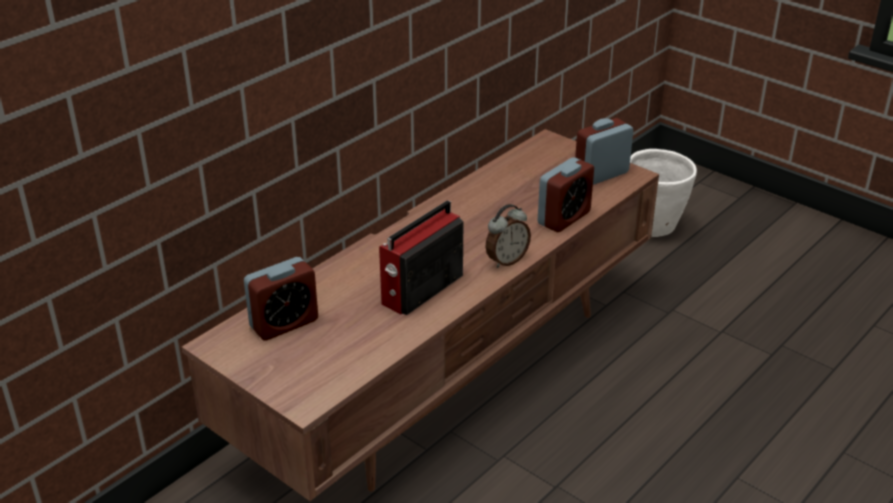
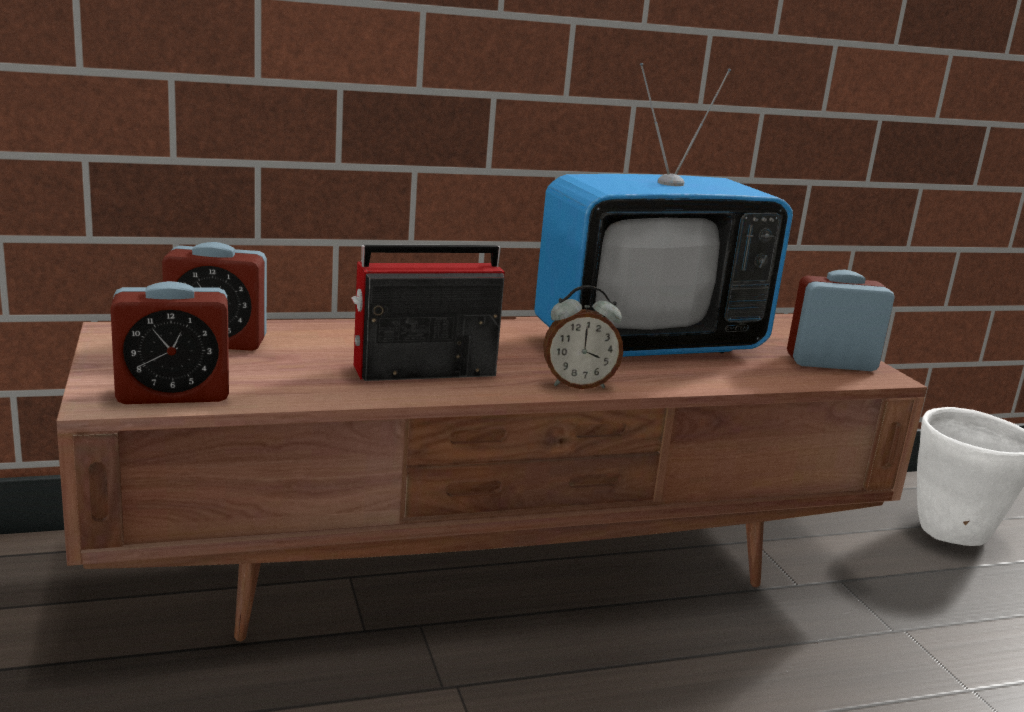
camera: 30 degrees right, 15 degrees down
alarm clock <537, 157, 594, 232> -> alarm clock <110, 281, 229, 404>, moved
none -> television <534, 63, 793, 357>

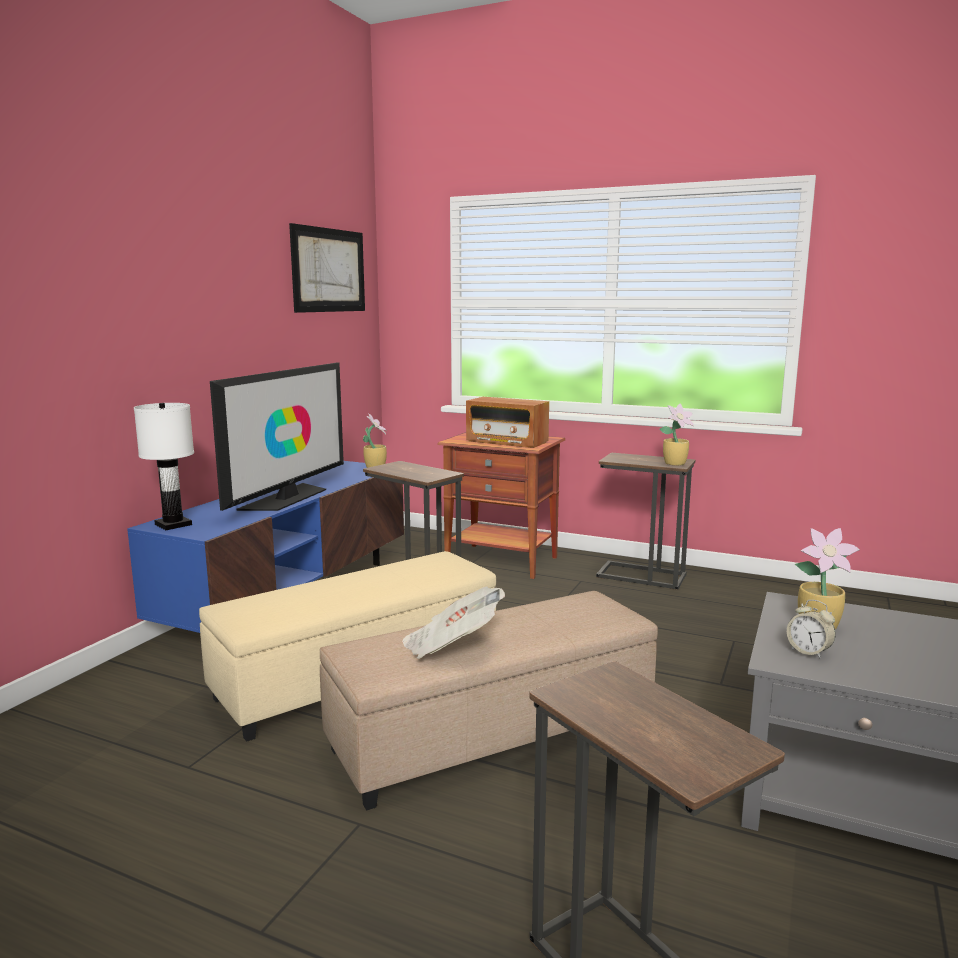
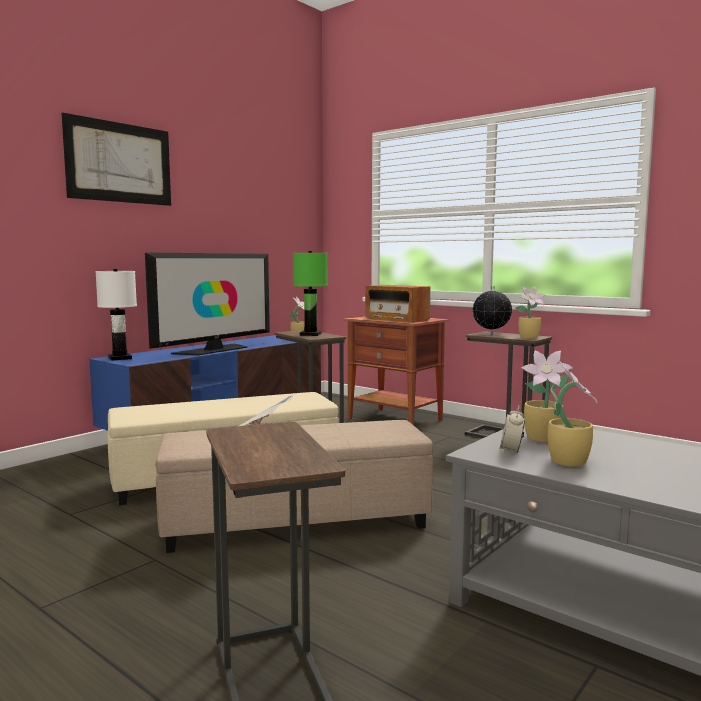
camera: 15 degrees right, 5 degrees down
wall art <289, 223, 365, 313> -> wall art <62, 113, 171, 206>, moved
alarm clock <787, 600, 836, 659> -> alarm clock <500, 405, 525, 454>, 45 degrees clockwise
none -> lamp for a table (green-coloured) <293, 251, 328, 336>
none -> desk globe <473, 286, 512, 335>
none -> plant in a pot <548, 361, 598, 467>

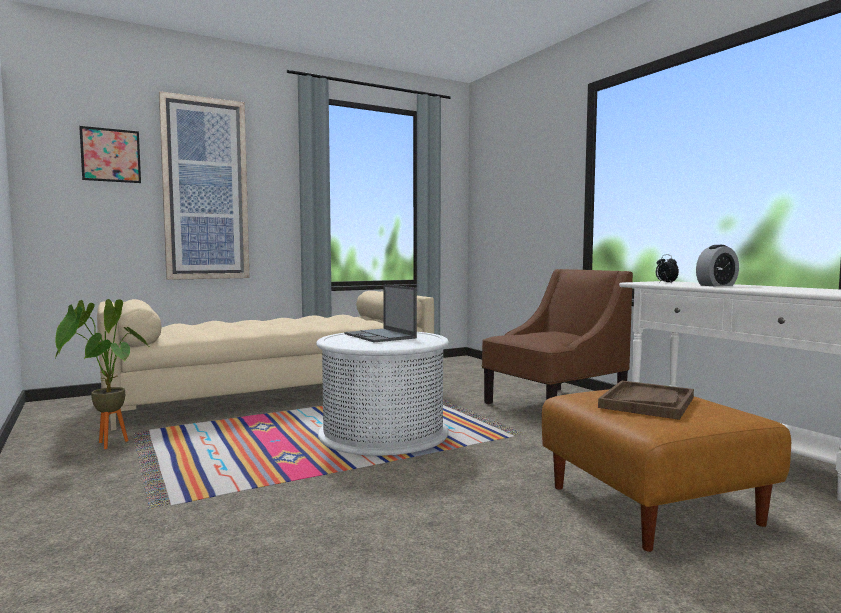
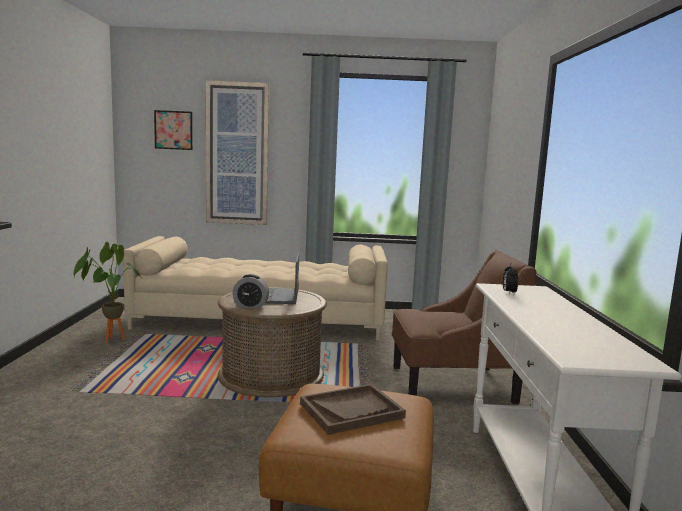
camera: 30 degrees right, 5 degrees up
low table (whitish) <316, 332, 449, 456> -> low table (brown-coloured) <218, 287, 327, 397>
alarm clock <696, 245, 739, 286> -> alarm clock <232, 274, 269, 308>, moved

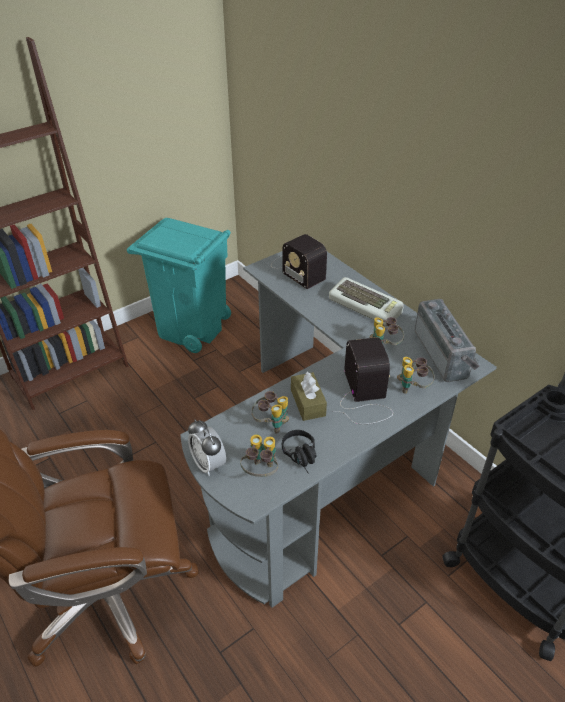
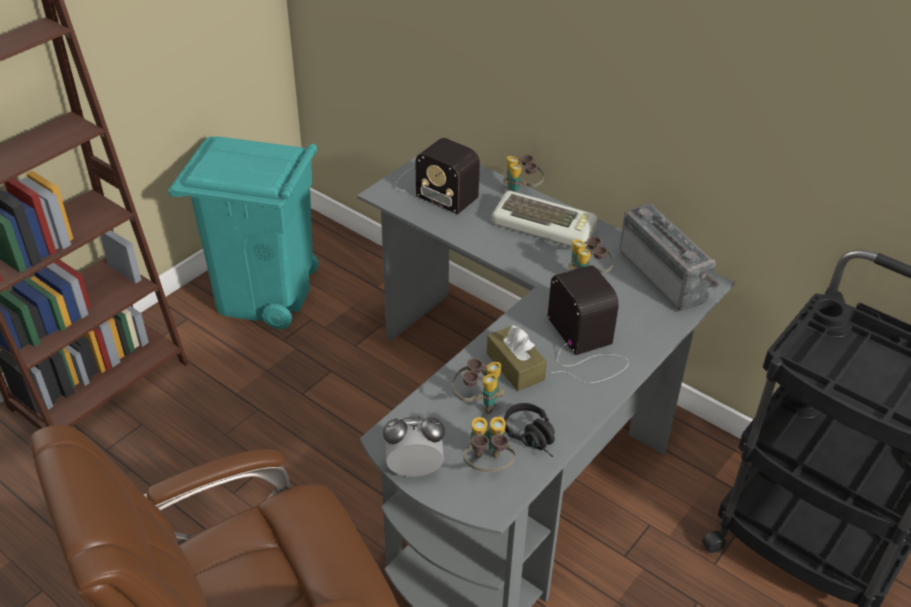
camera: 15 degrees left, 0 degrees up
alarm clock <188, 420, 226, 476> -> alarm clock <383, 416, 445, 477>, 135 degrees clockwise
field glasses <397, 357, 435, 394> -> field glasses <503, 155, 544, 192>, moved

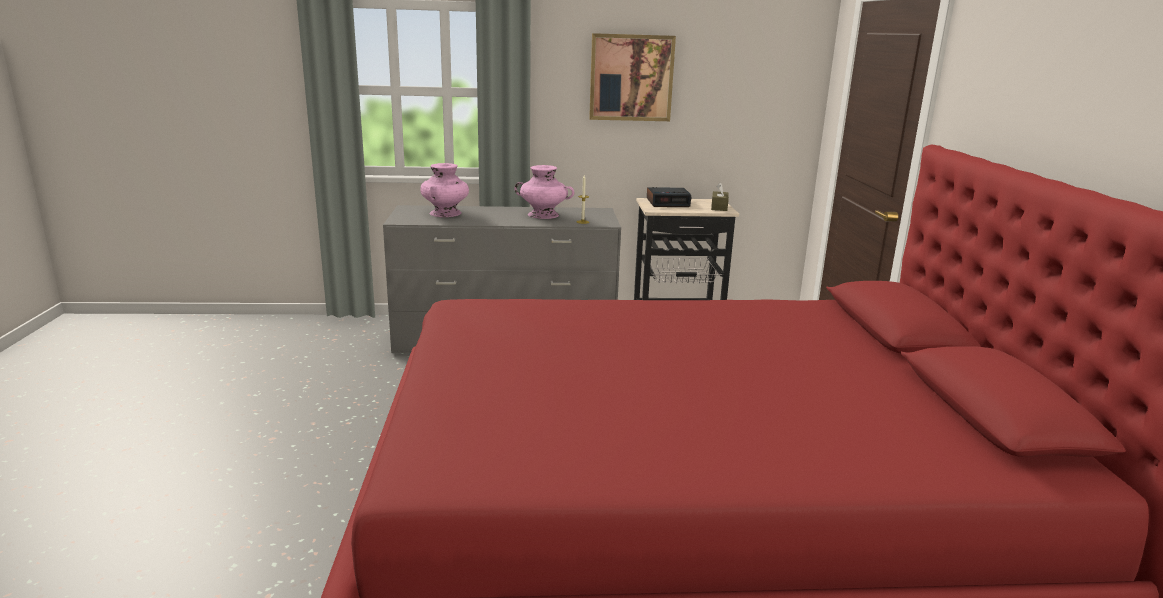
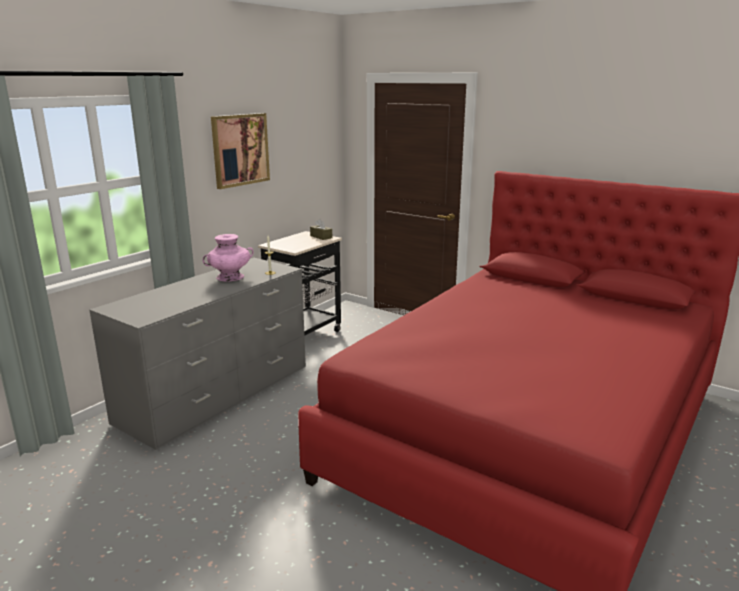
camera: 50 degrees left, 0 degrees up
decorative vase (pinkish) <420, 163, 469, 217> -> none
alarm clock <647, 187, 691, 207> -> none

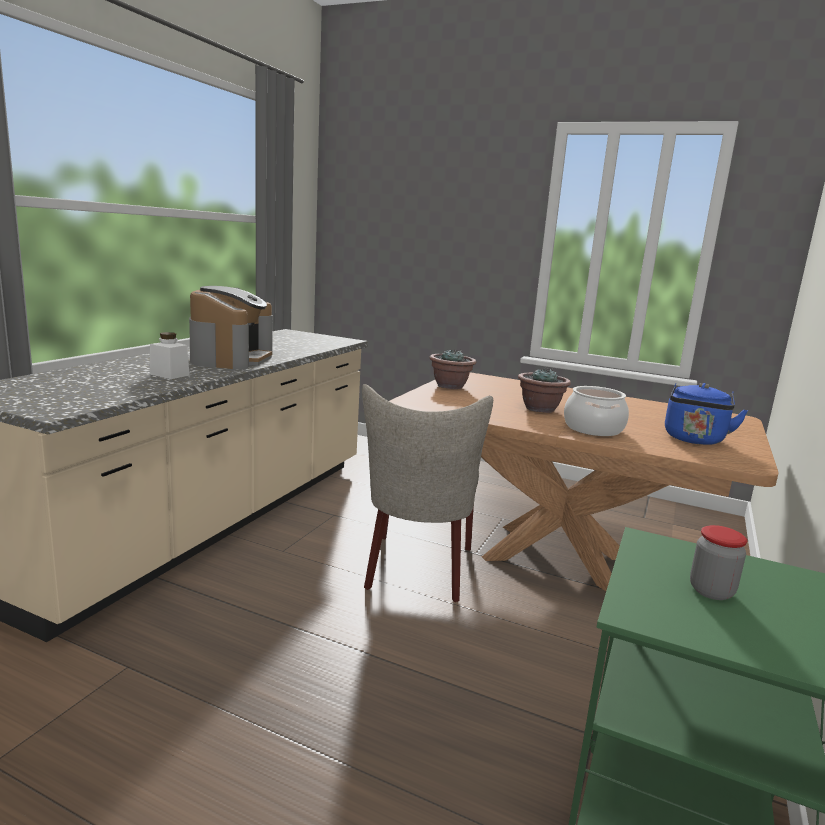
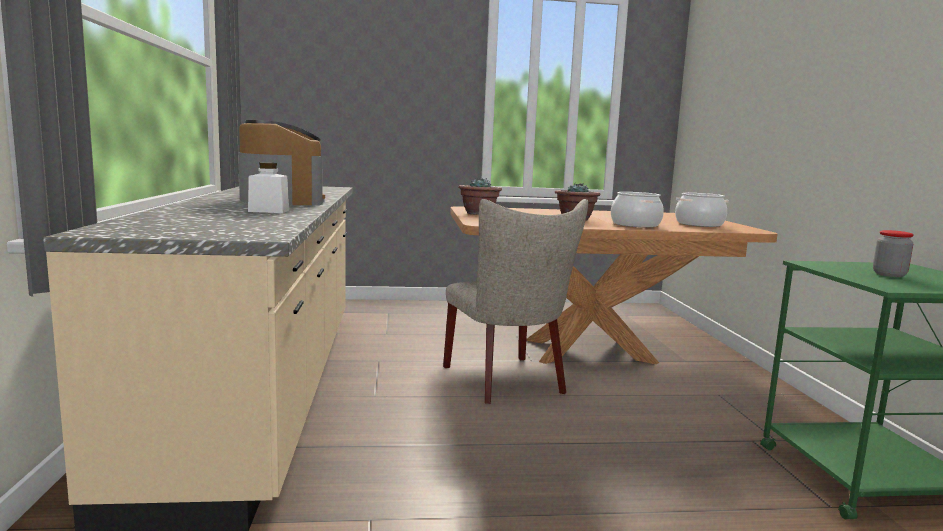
camera: 30 degrees left, 5 degrees down
tea kettle (bluish) <665, 383, 748, 445> -> cooking pot <675, 193, 729, 227>

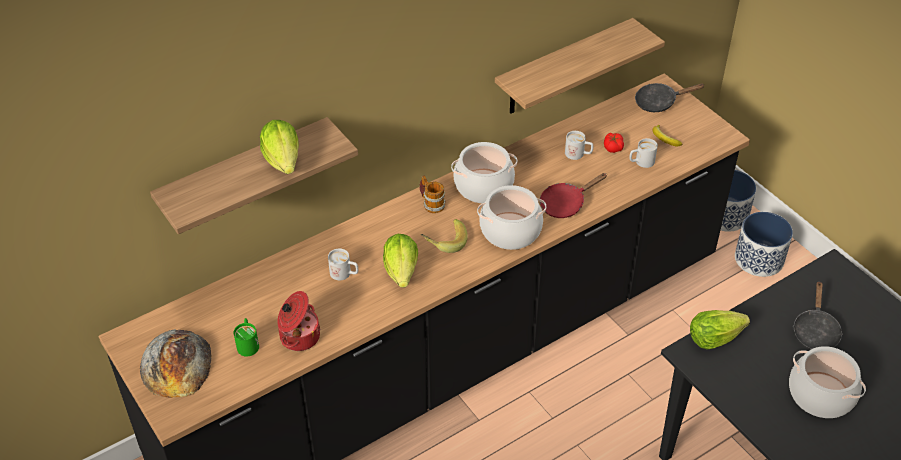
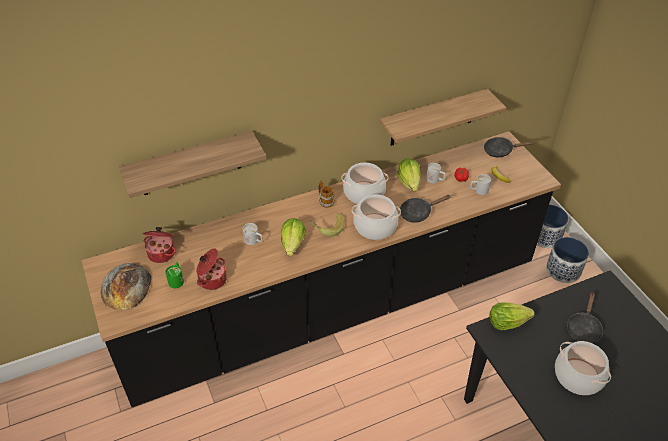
camera: 10 degrees right, 0 degrees up
lettuce <260, 120, 299, 174> -> lettuce <397, 158, 421, 191>, moved
skillet (red) <540, 173, 607, 218> -> skillet (black) <400, 195, 450, 223>
none -> cooking pot <143, 227, 176, 263>

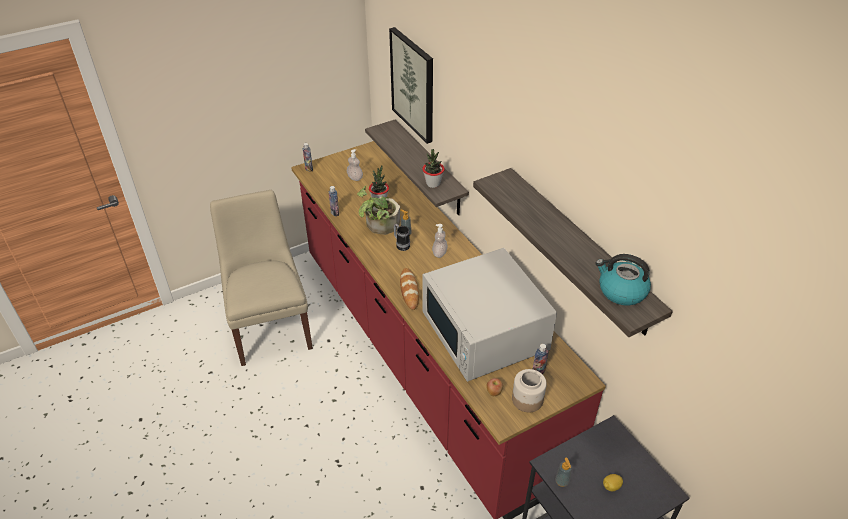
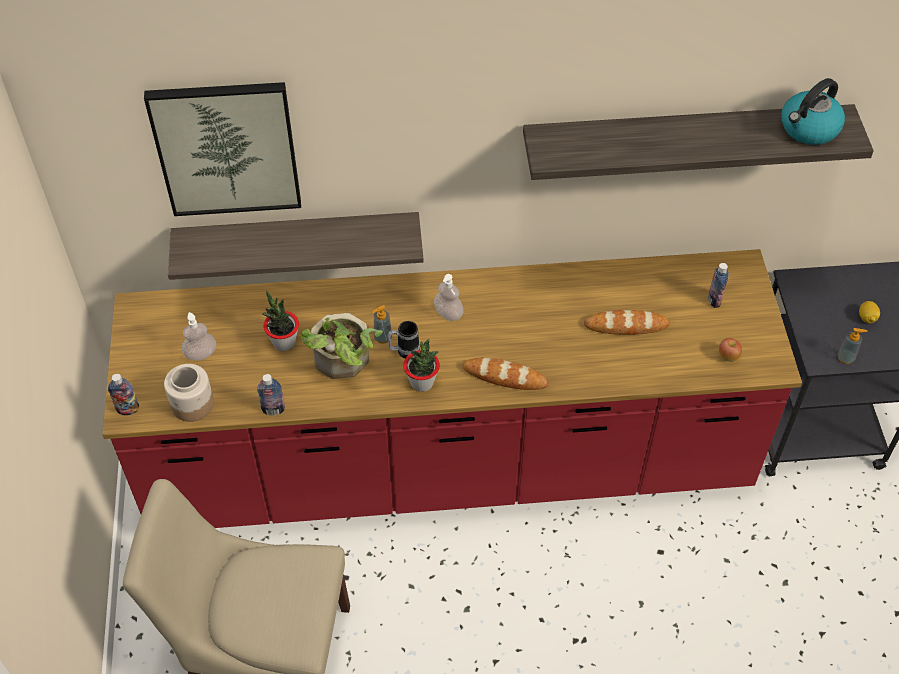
camera: 65 degrees left, 10 degrees up
plant in a pot <422, 149, 445, 188> -> plant in a pot <403, 339, 440, 392>, moved
kitchen microwave (whitish) <422, 248, 557, 382> -> baked bread <584, 310, 670, 335>
jar <512, 369, 547, 412> -> jar <164, 364, 214, 422>, moved

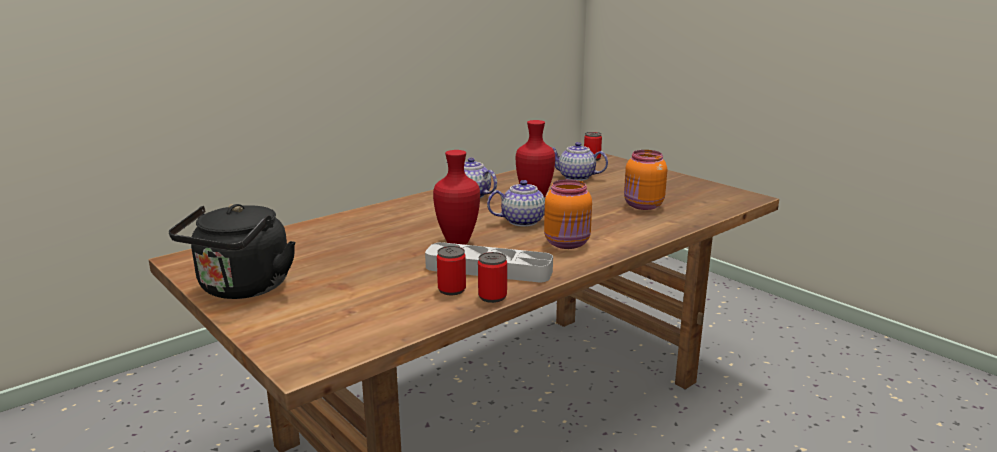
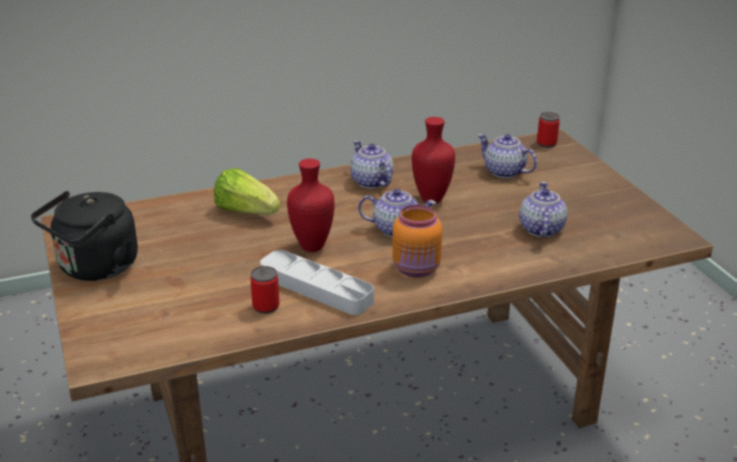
camera: 20 degrees right, 10 degrees up
sealed can <478, 252, 507, 303> -> none
jar (orange-coloured) <624, 150, 667, 210> -> teapot <519, 181, 568, 237>
none -> lettuce <214, 168, 281, 215>

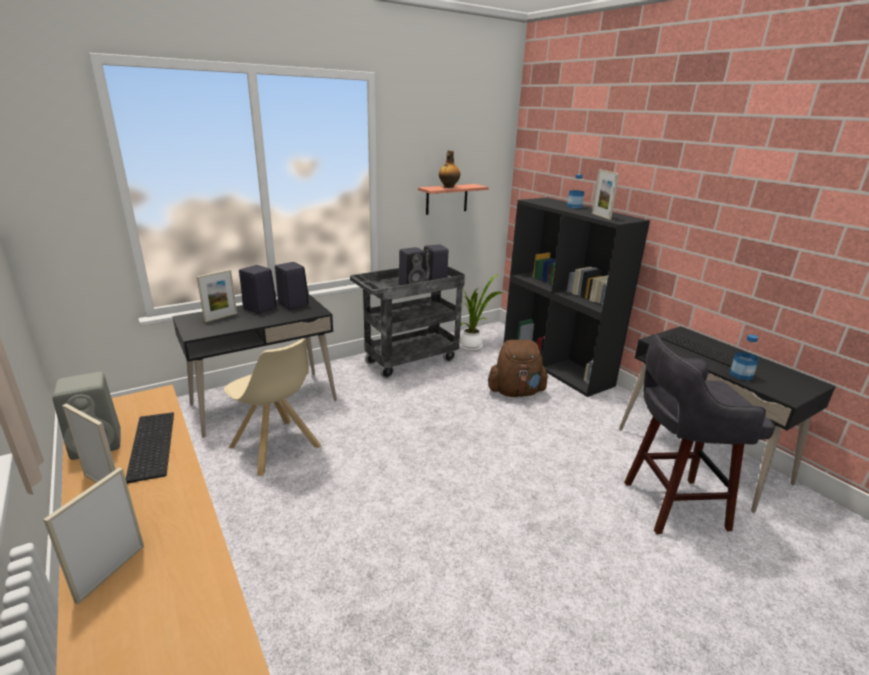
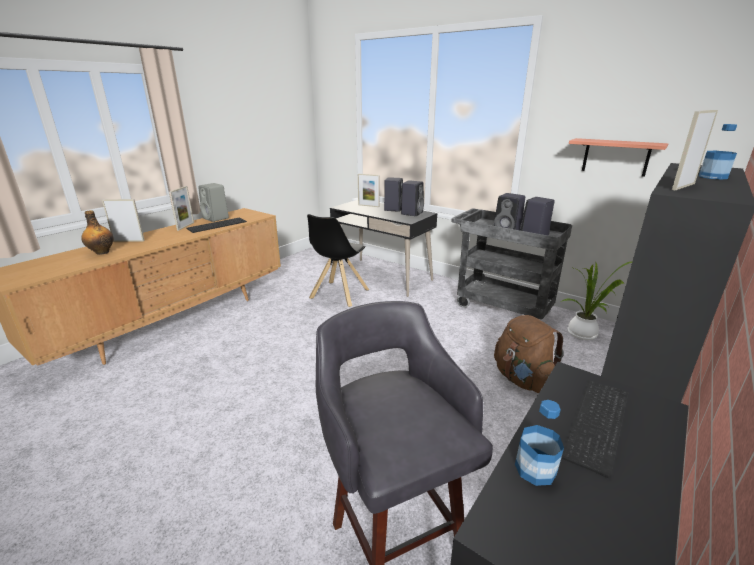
camera: 70 degrees right, 0 degrees up
upright chair (sand-coloured) <224, 339, 321, 476> -> upright chair (black) <307, 214, 369, 307>
drink bottle <439, 151, 460, 188> -> drink bottle <81, 210, 114, 255>, moved

